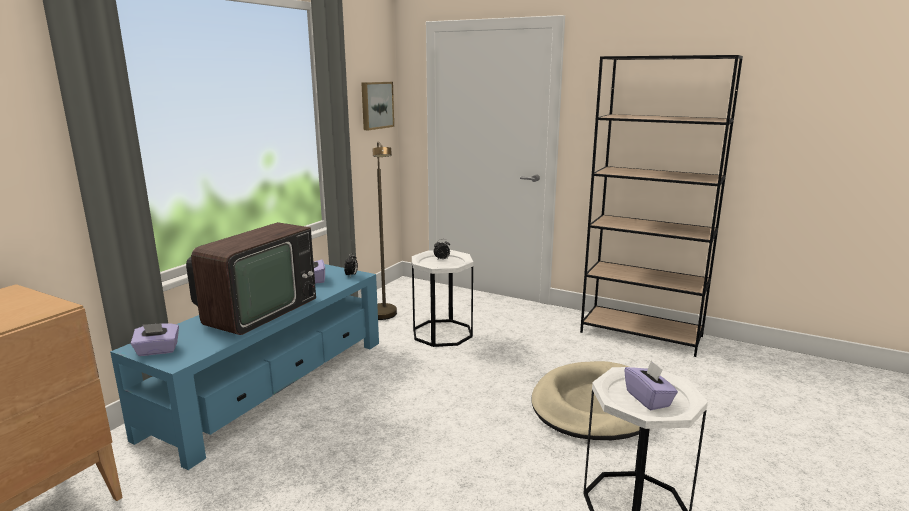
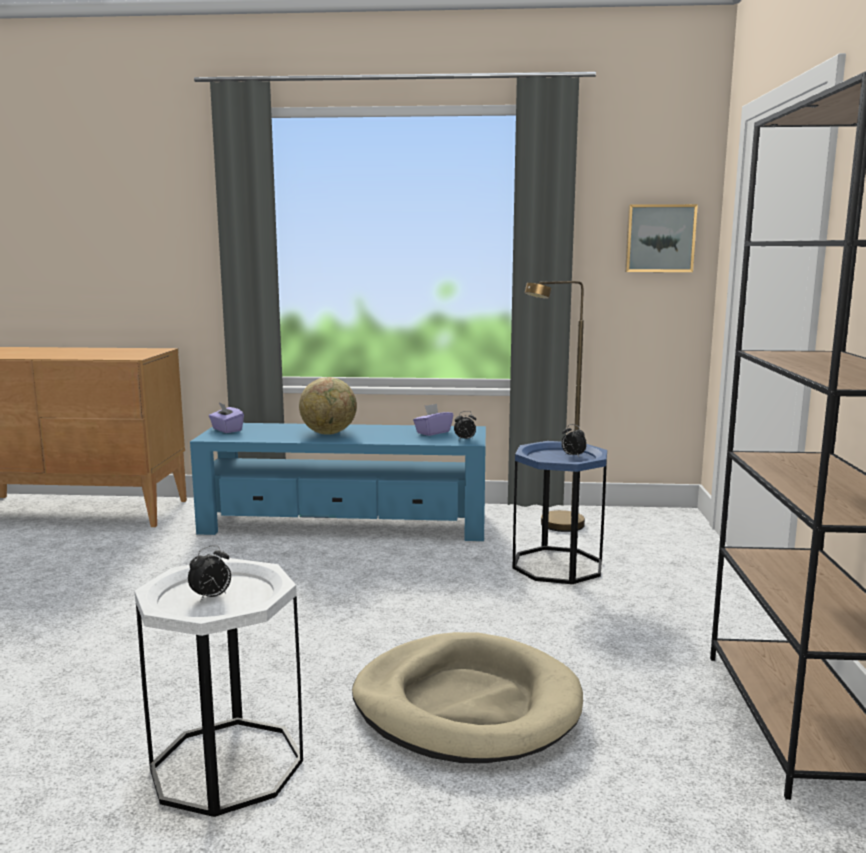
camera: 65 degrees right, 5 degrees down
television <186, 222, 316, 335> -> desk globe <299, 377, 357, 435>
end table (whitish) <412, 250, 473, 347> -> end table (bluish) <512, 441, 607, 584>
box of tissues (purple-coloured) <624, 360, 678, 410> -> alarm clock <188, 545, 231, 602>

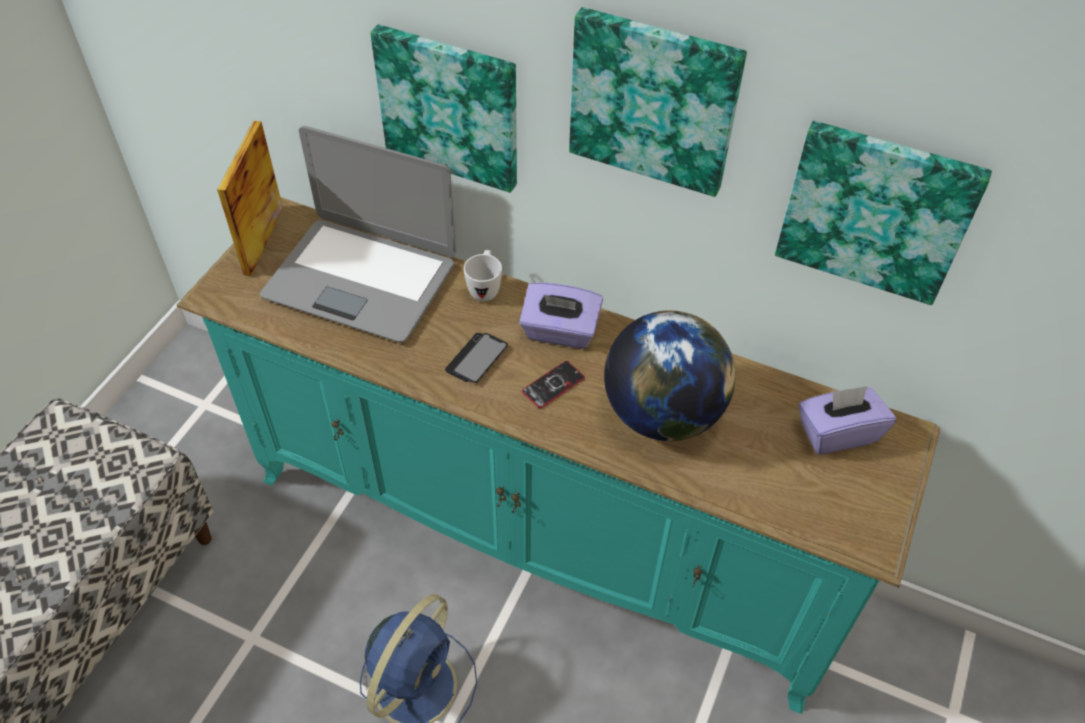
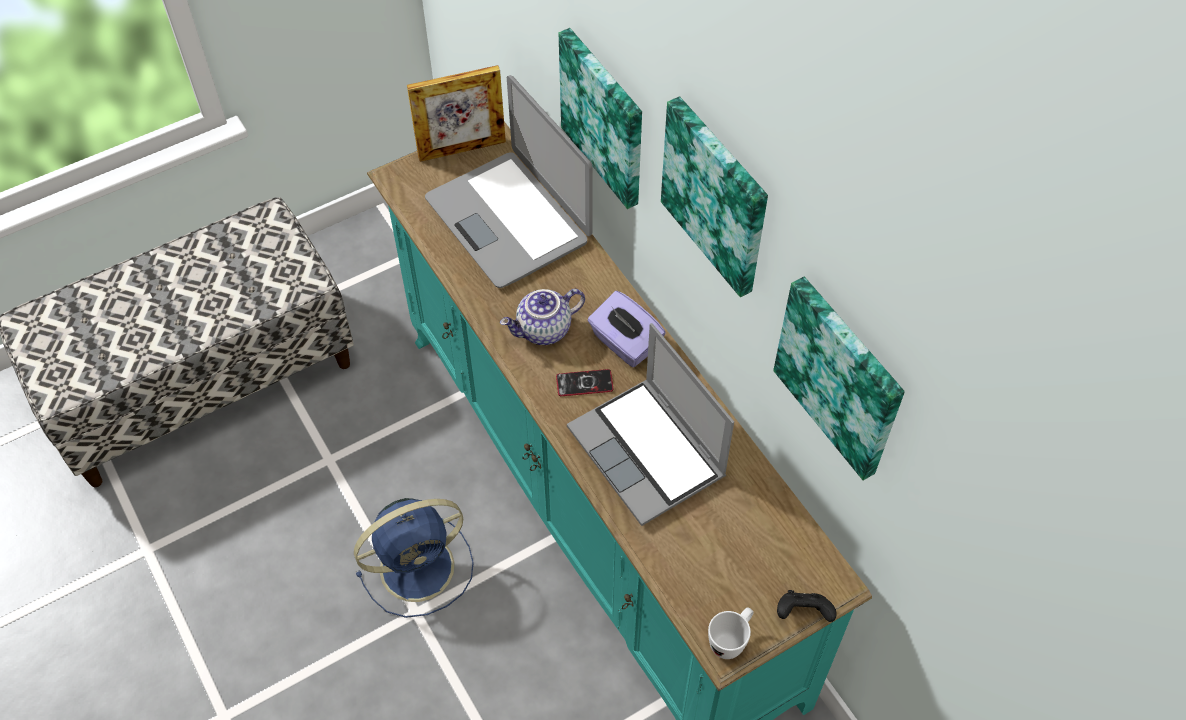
camera: 35 degrees right, 5 degrees up
standing frame <217, 121, 283, 276> -> standing frame <407, 65, 506, 162>, 150 degrees counterclockwise
phone <445, 333, 508, 383> -> teapot <500, 289, 585, 345>
tea mug (whitish) <464, 250, 502, 301> -> tea mug (whitish) <708, 607, 754, 659>, moved
desk globe <604, 310, 736, 441> -> notebook computer <567, 323, 734, 526>
box of tissues (purple-coloured) <798, 386, 896, 455> -> none
none -> joypad (black) <777, 590, 837, 622>

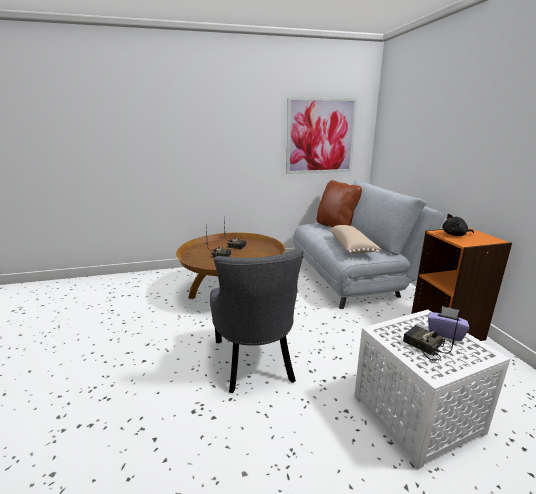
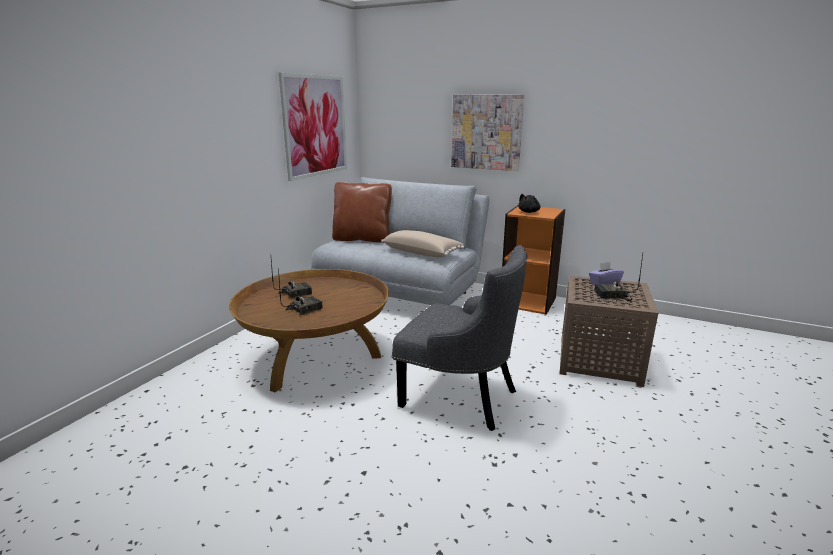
camera: 50 degrees left, 0 degrees up
end table (whitish) <354, 310, 510, 470> -> end table (brown-coloured) <560, 276, 658, 387>
none -> wall art <451, 94, 524, 171>

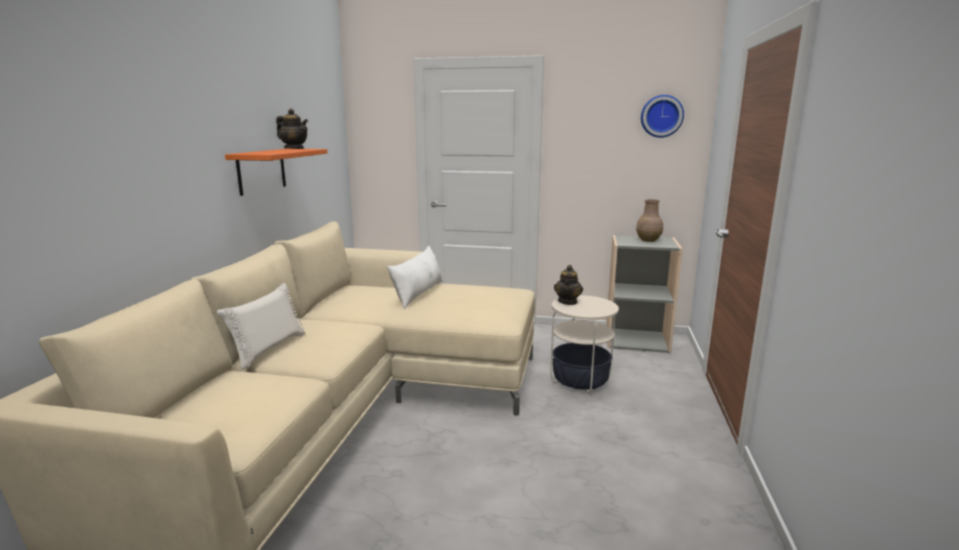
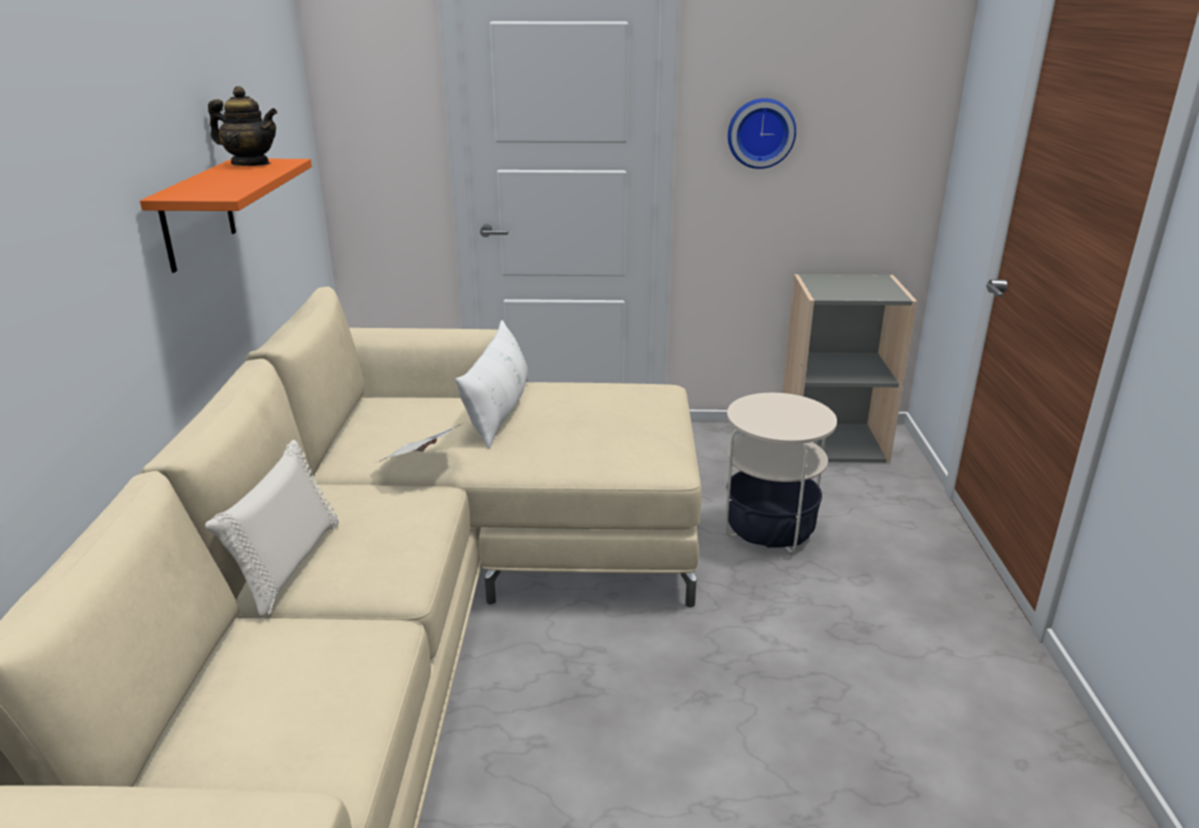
camera: 10 degrees left, 10 degrees up
teapot <554, 265, 583, 305> -> none
decorative vase (brown-coloured) <636, 199, 663, 242> -> none
clock on the wall <641, 95, 684, 138> -> clock on the wall <728, 98, 796, 169>, moved
none -> newspaper <375, 423, 464, 463>

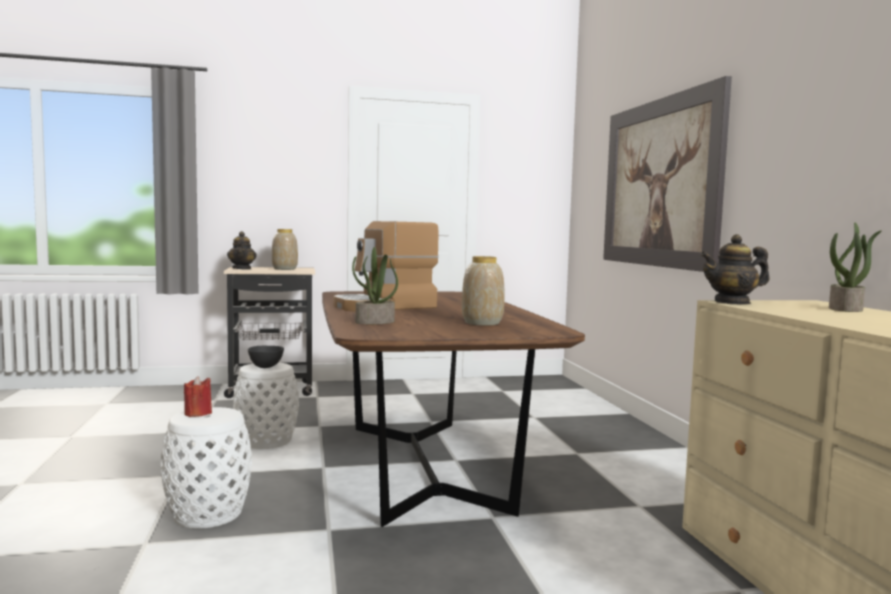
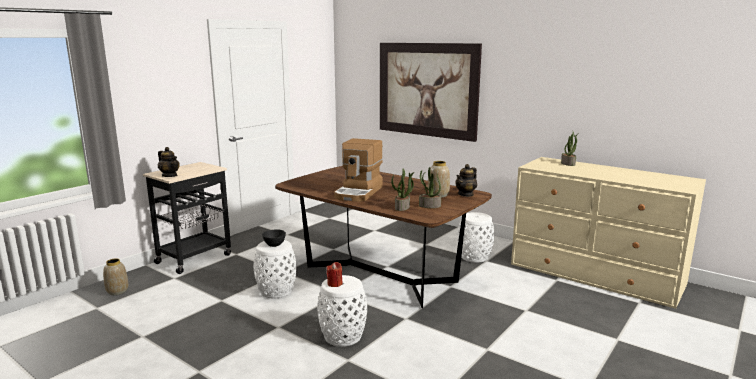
camera: 40 degrees left, 10 degrees up
decorative vase <272, 229, 298, 270> -> decorative vase <103, 258, 128, 295>, moved
teapot <700, 234, 770, 305> -> teapot <455, 164, 477, 197>, moved
none -> plant in a pot <419, 167, 441, 208>
none -> sitting stool (whitish) <457, 212, 495, 263>

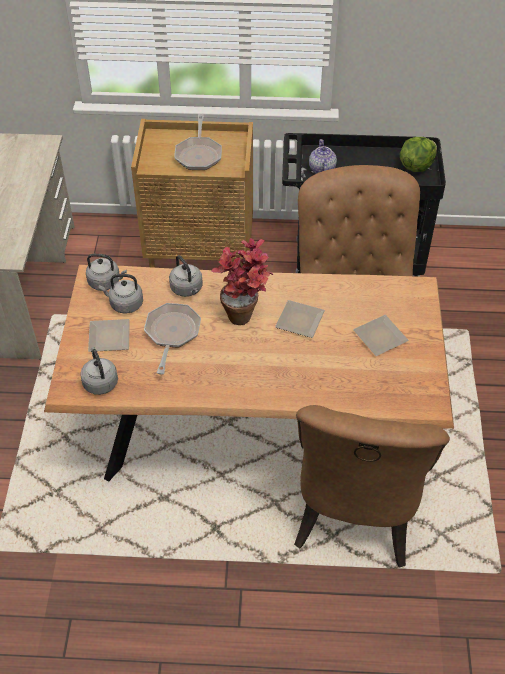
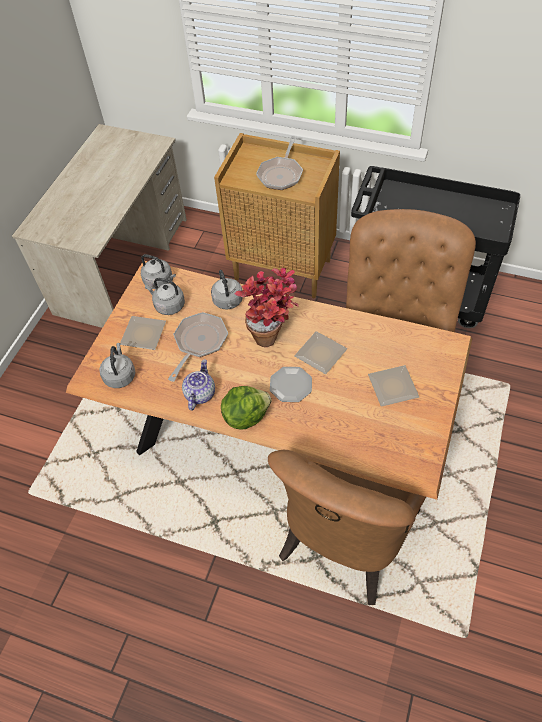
camera: 20 degrees right, 5 degrees up
teapot <309, 139, 337, 174> -> teapot <182, 359, 215, 410>, moved
lettuce <400, 137, 437, 172> -> lettuce <221, 386, 272, 430>, moved
none -> flat dish <270, 367, 312, 402>

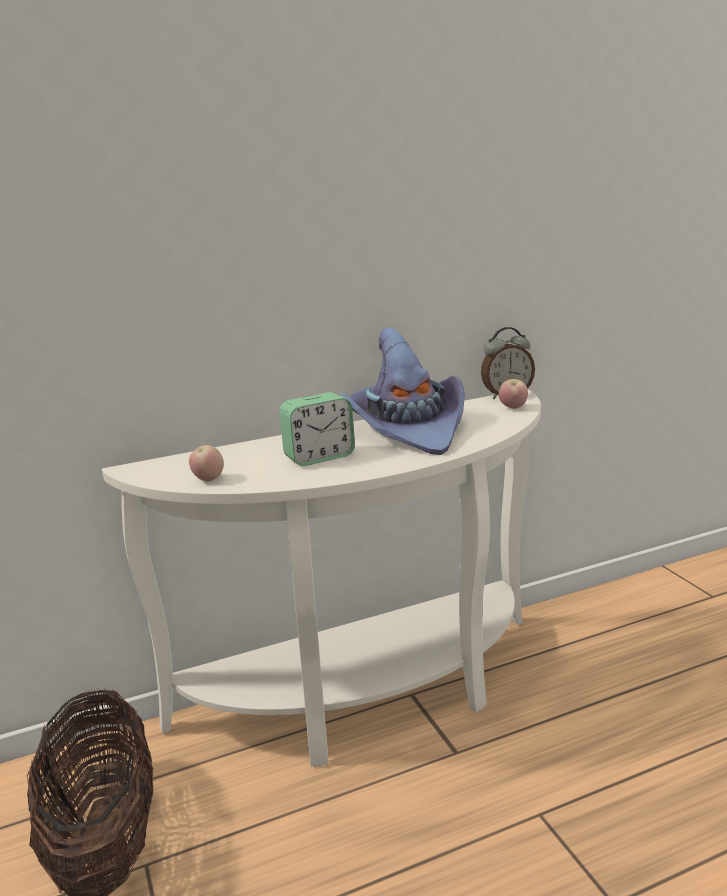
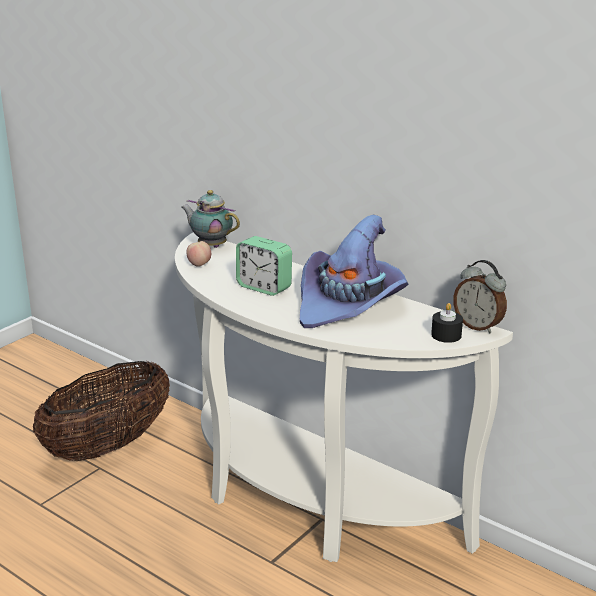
camera: 60 degrees right, 5 degrees up
apple <499, 379, 528, 409> -> wax candle (black) <431, 303, 463, 343>
none -> teapot <181, 190, 240, 248>

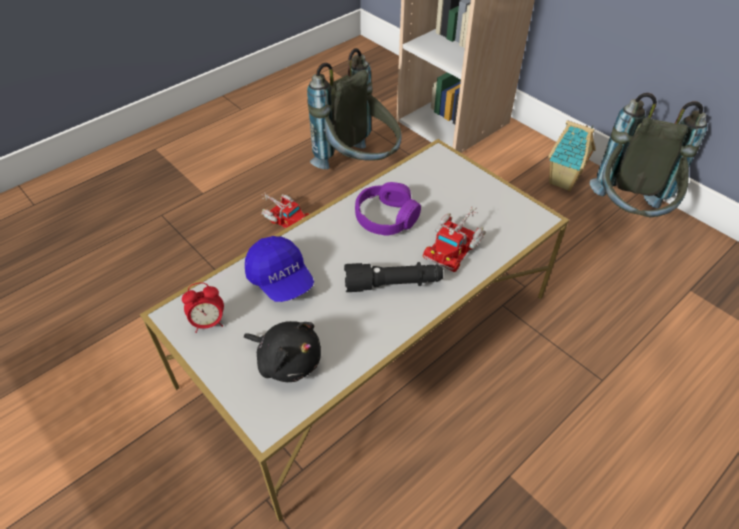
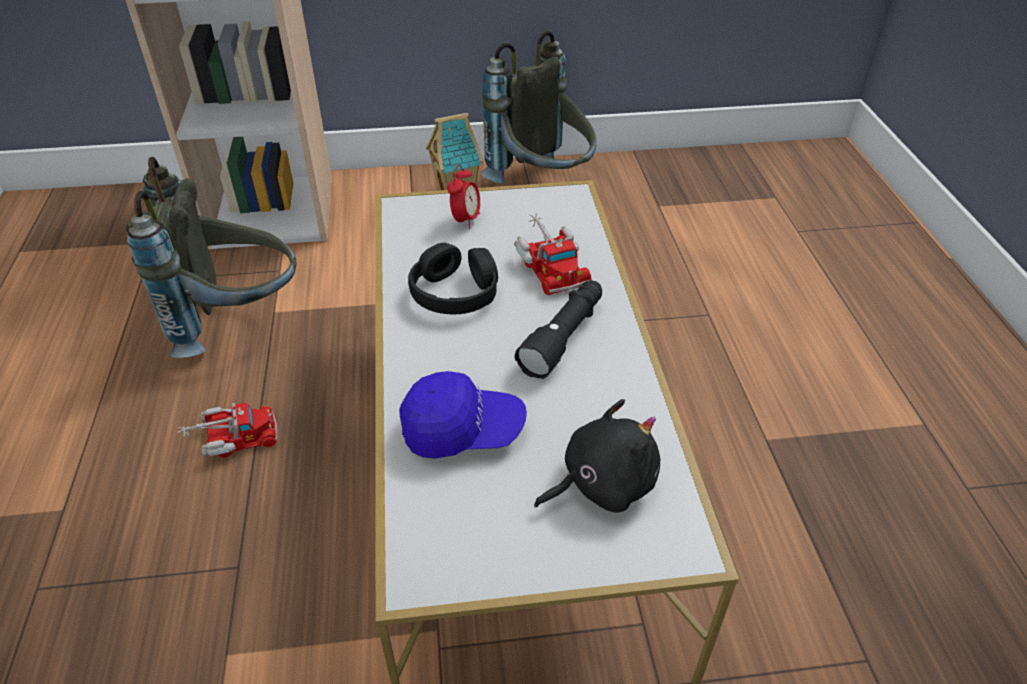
camera: 55 degrees left, 5 degrees down
alarm clock <182, 282, 224, 333> -> alarm clock <447, 165, 480, 229>, moved
headphones (purple-coloured) <355, 182, 421, 236> -> headphones (black) <408, 243, 498, 314>

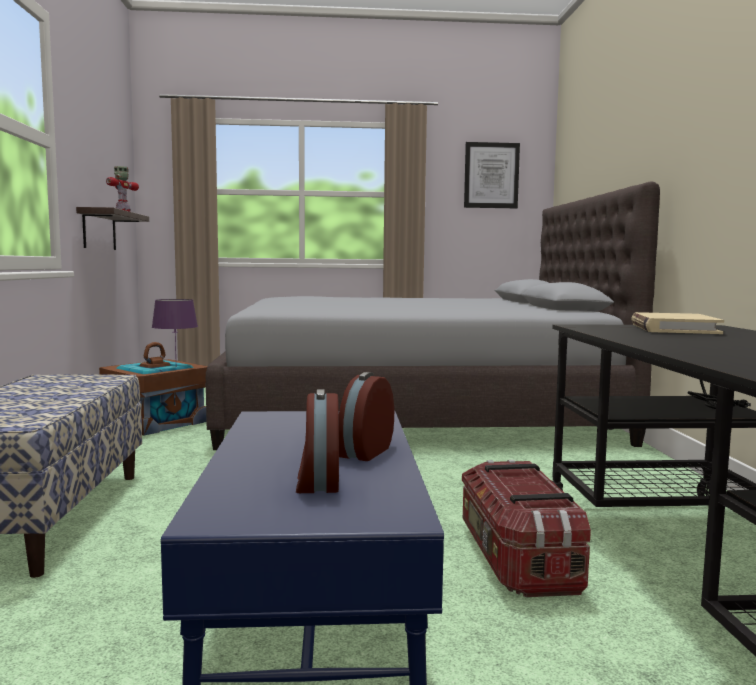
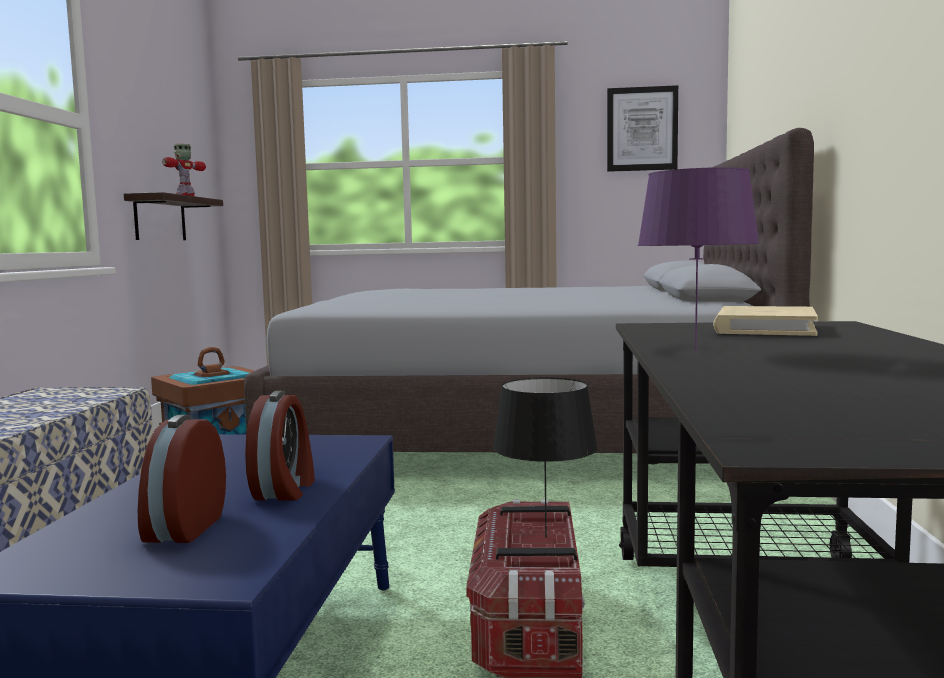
camera: 10 degrees right, 0 degrees up
lamp for a table (purple-coloured) <152, 299, 198, 355> -> lamp for a table (purple-coloured) <638, 167, 760, 350>, moved
alarm clock <339, 372, 394, 461> -> alarm clock <245, 391, 315, 501>, 150 degrees clockwise
none -> lamp for a table (black) <493, 377, 598, 538>

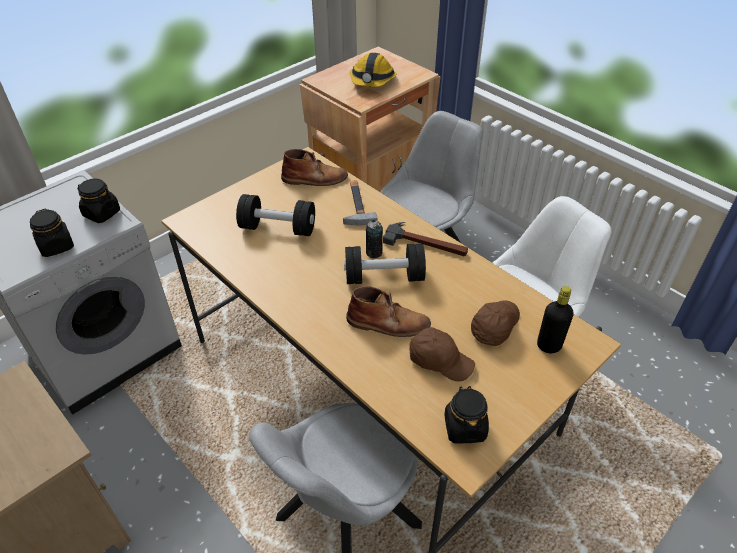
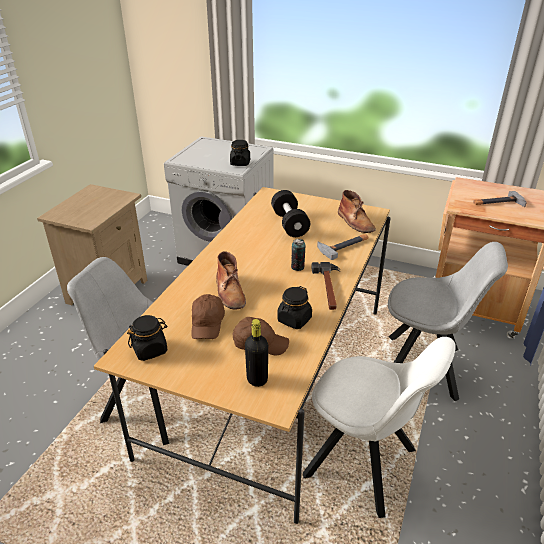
camera: 65 degrees right, 10 degrees down
jar (black) <30, 209, 74, 257> -> jar (black) <277, 286, 312, 329>, moved
hand weight (black) <344, 244, 426, 284> -> none
work helmet <350, 53, 397, 87> -> hand hammer <473, 191, 527, 207>

